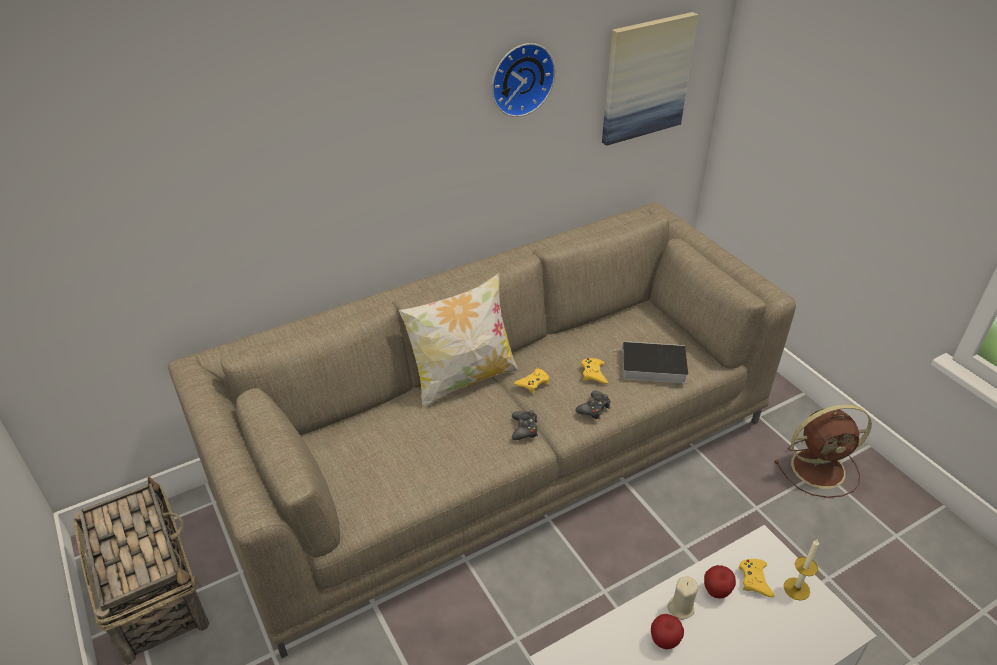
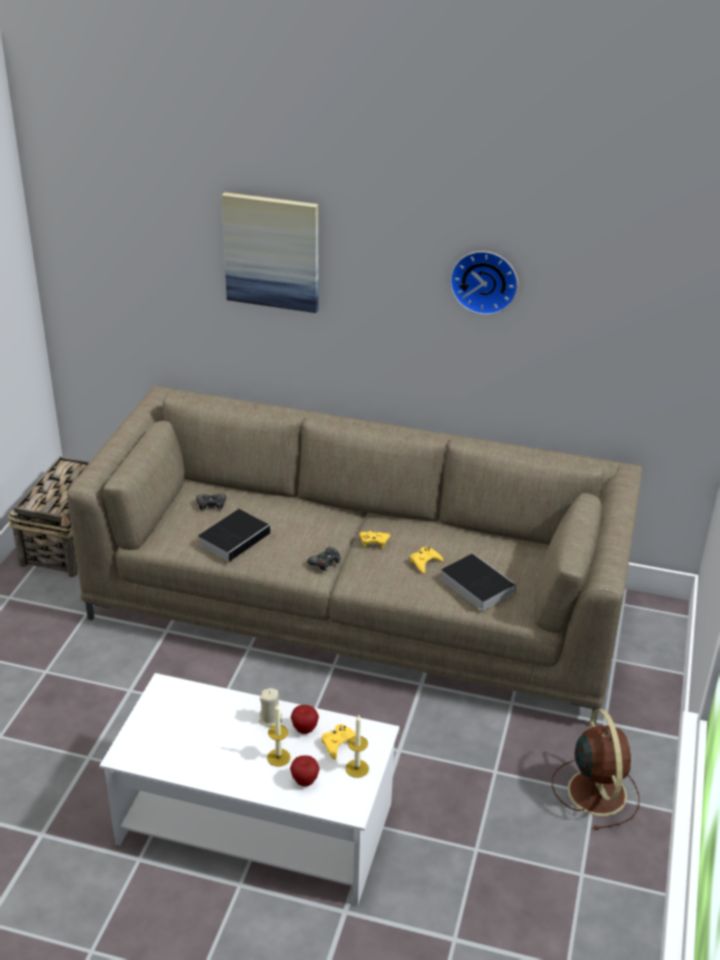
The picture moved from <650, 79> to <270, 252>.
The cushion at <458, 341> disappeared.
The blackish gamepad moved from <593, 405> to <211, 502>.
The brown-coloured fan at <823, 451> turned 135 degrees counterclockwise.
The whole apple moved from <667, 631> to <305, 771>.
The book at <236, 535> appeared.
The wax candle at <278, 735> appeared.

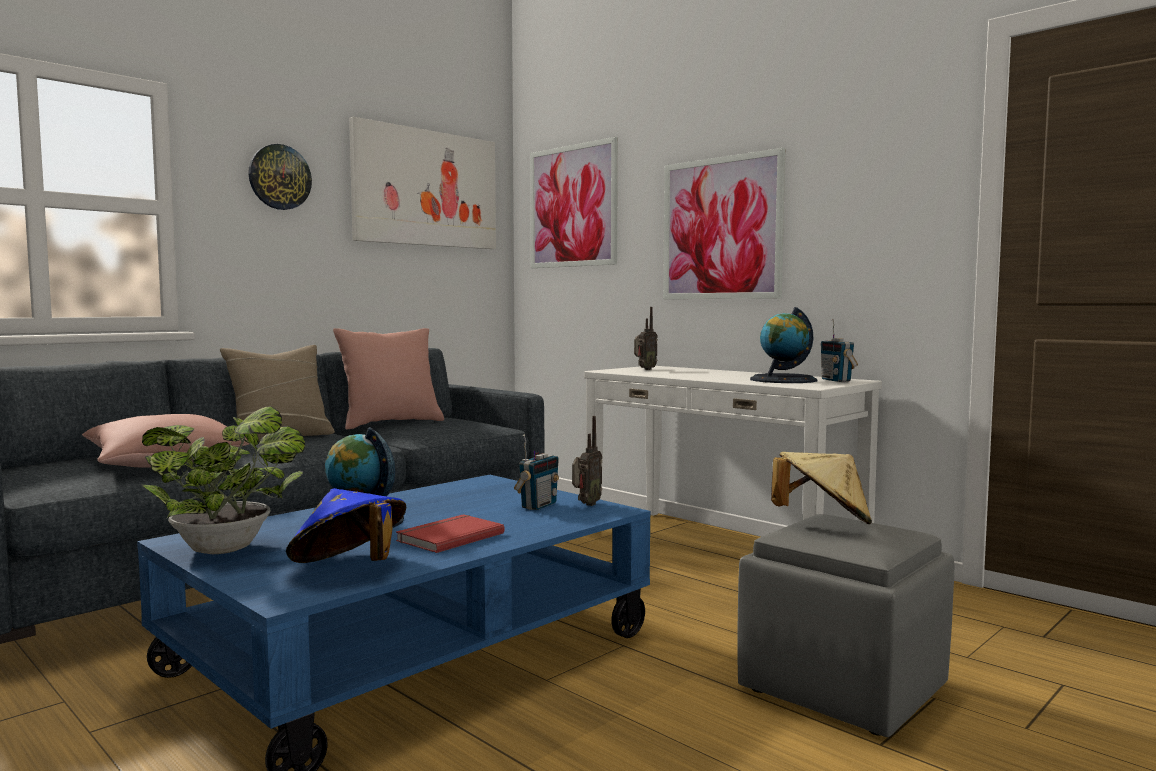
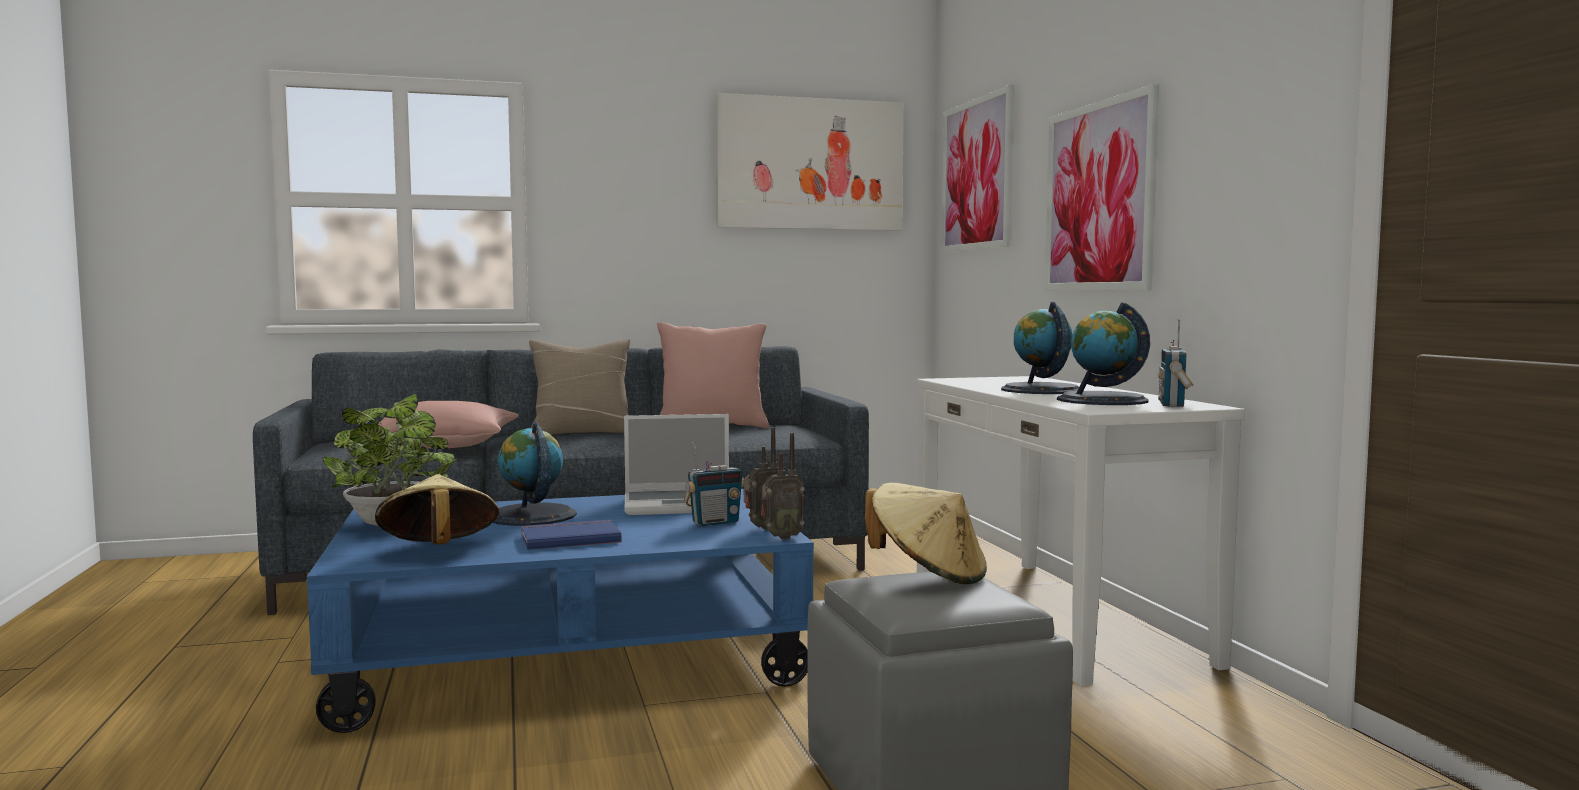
The clock on the wall at <280, 177> disappeared.
The radio moved from <646, 338> to <783, 486>.
The blue hat at <346, 525> became the beige hat at <437, 509>.
The red-coloured book at <450, 533> became the blue book at <571, 535>.
The desk globe at <1040, 348> appeared.
The laptop at <676, 464> appeared.

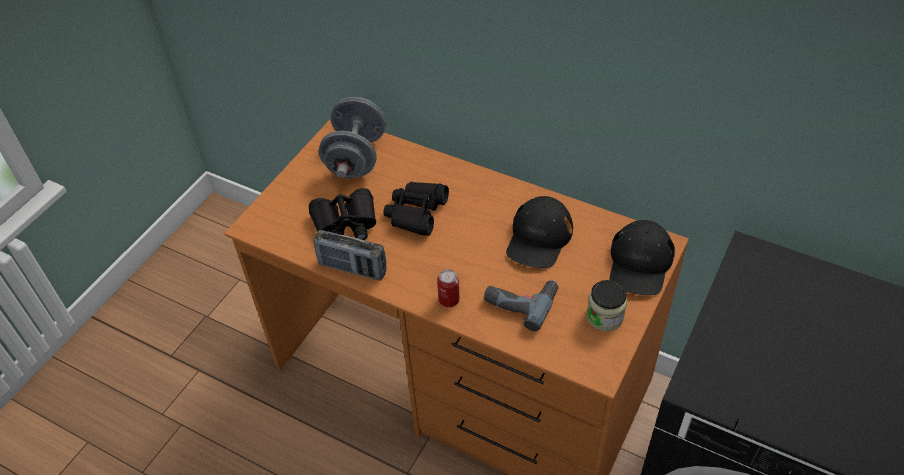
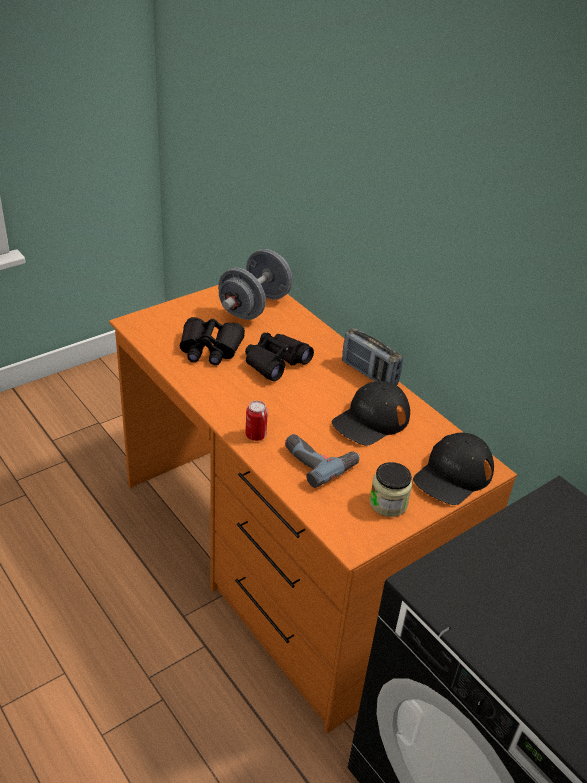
The radio moved from <350, 255> to <372, 356>.

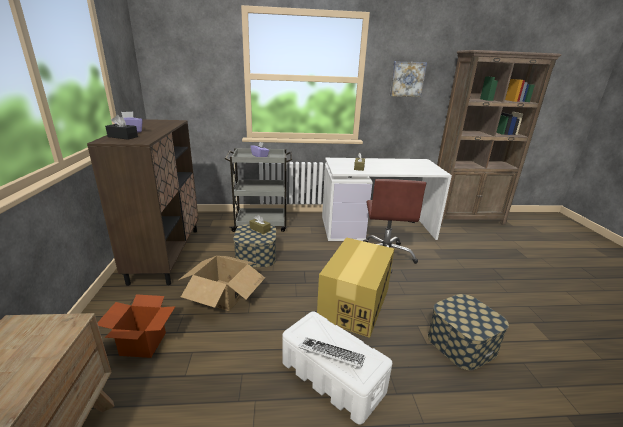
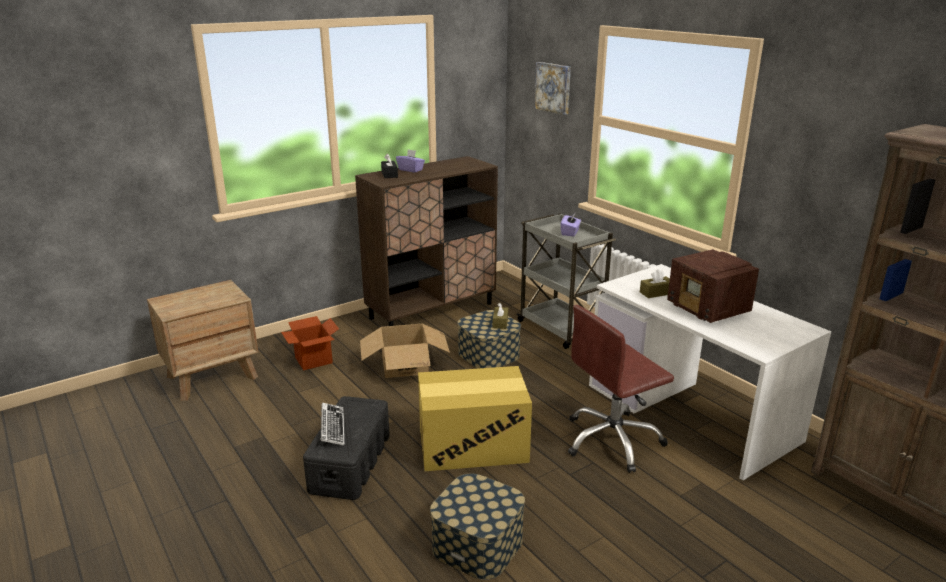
The picture moved from <408, 79> to <552, 88>.
The white storage box at <337, 368> became the blackish storage box at <346, 448>.
The radio at <713, 286> appeared.

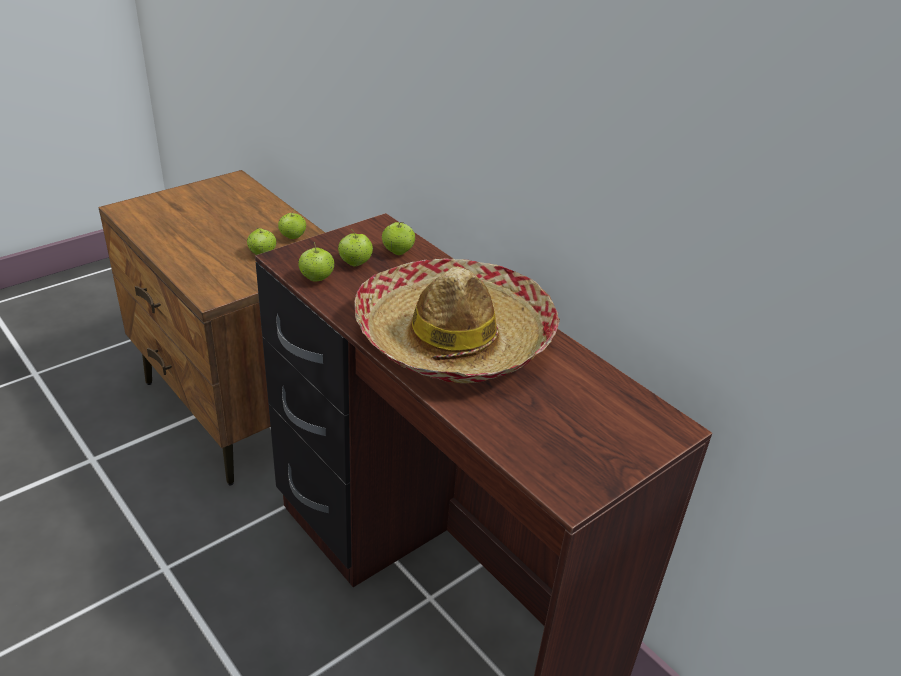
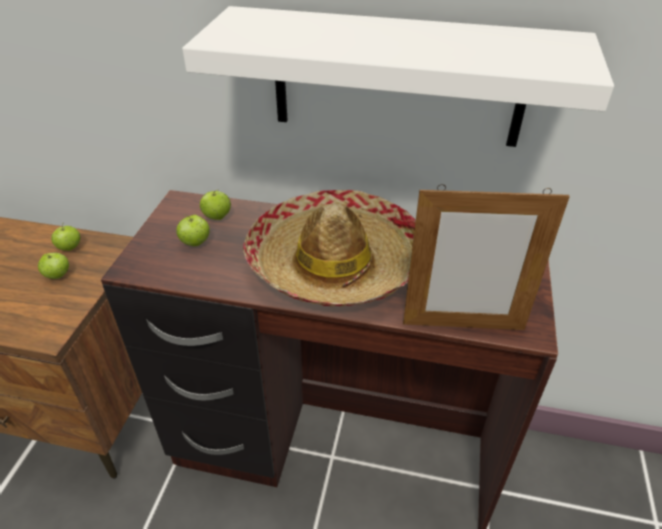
The whole apple at <316, 261> disappeared.
The white wall shelf at <398, 76> appeared.
The picture frame at <486, 257> appeared.

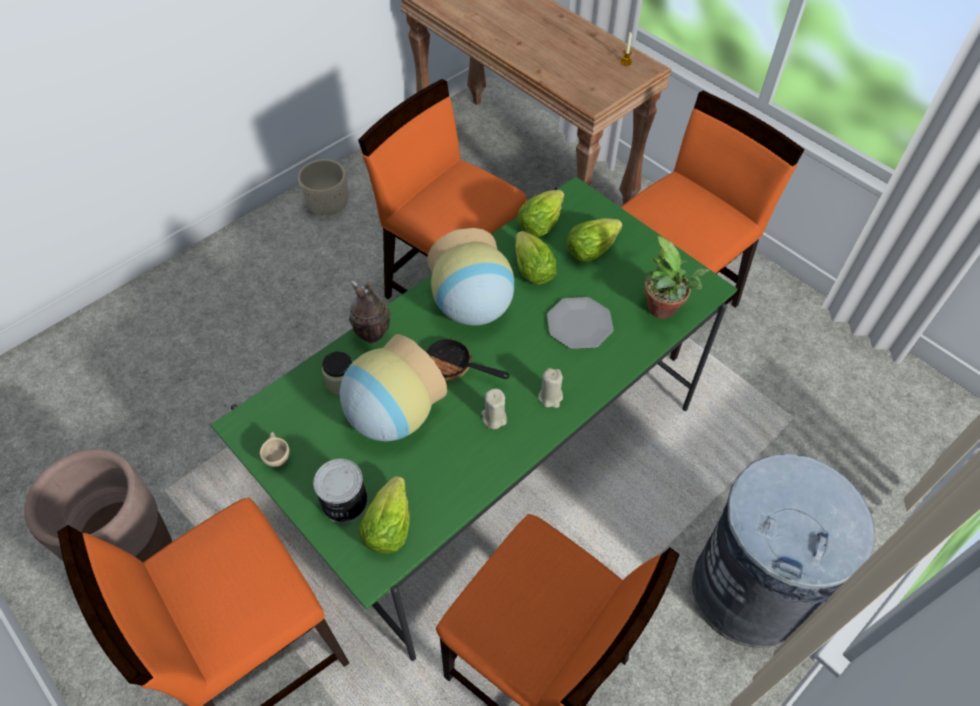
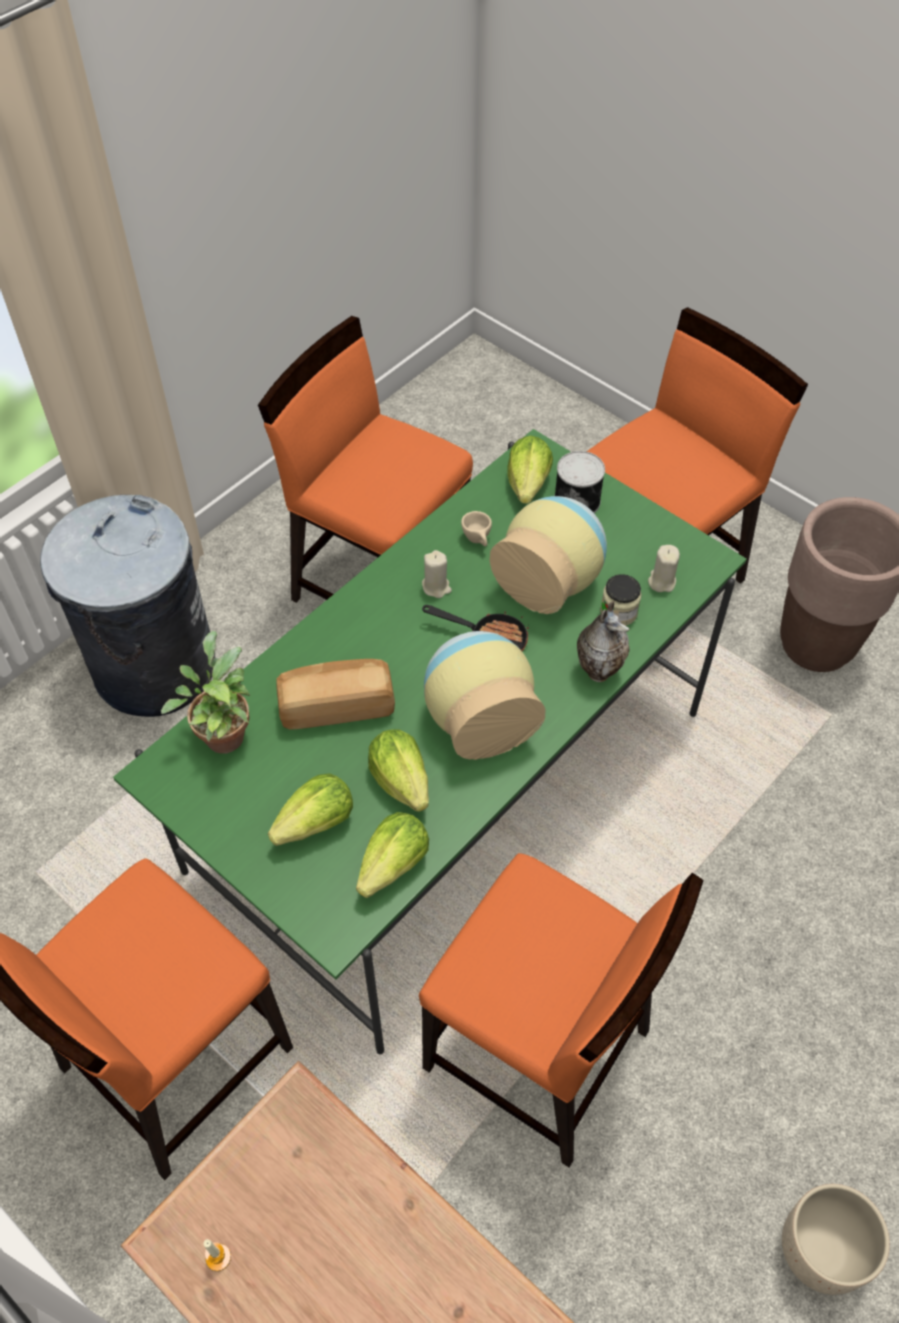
The flat dish at <580, 323> was replaced by the bakery bread at <336, 694>.
The beige wax candle moved from <550, 388> to <664, 568>.
The beige cup moved from <274, 449> to <476, 528>.

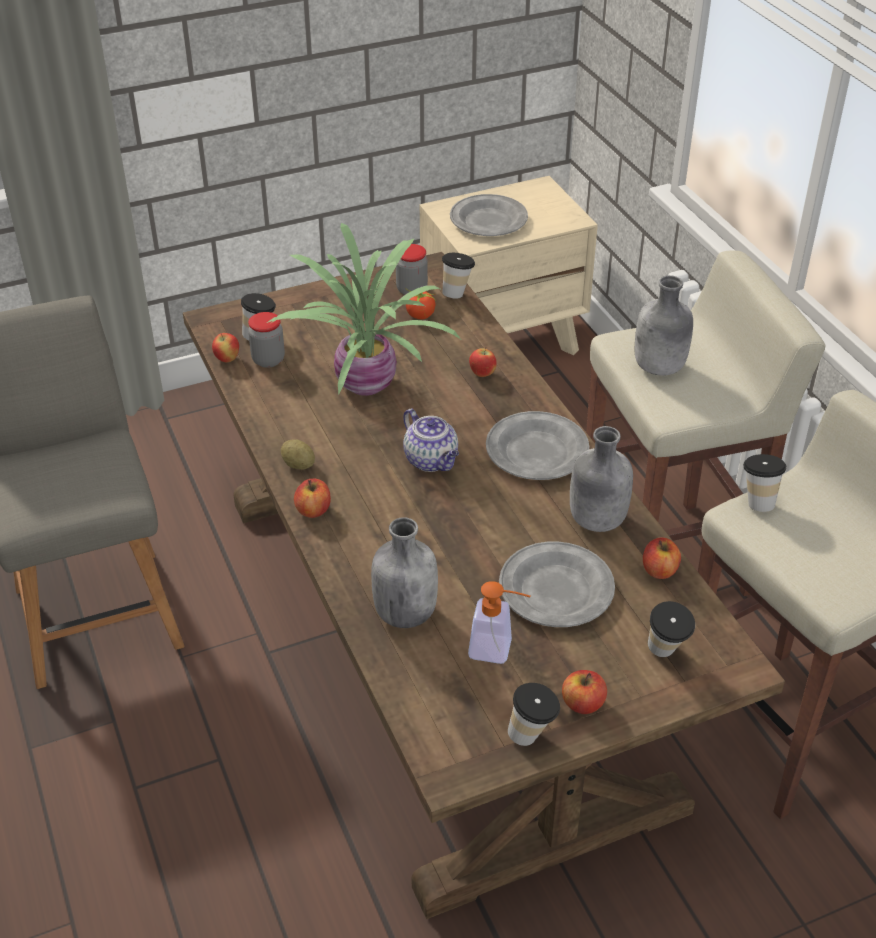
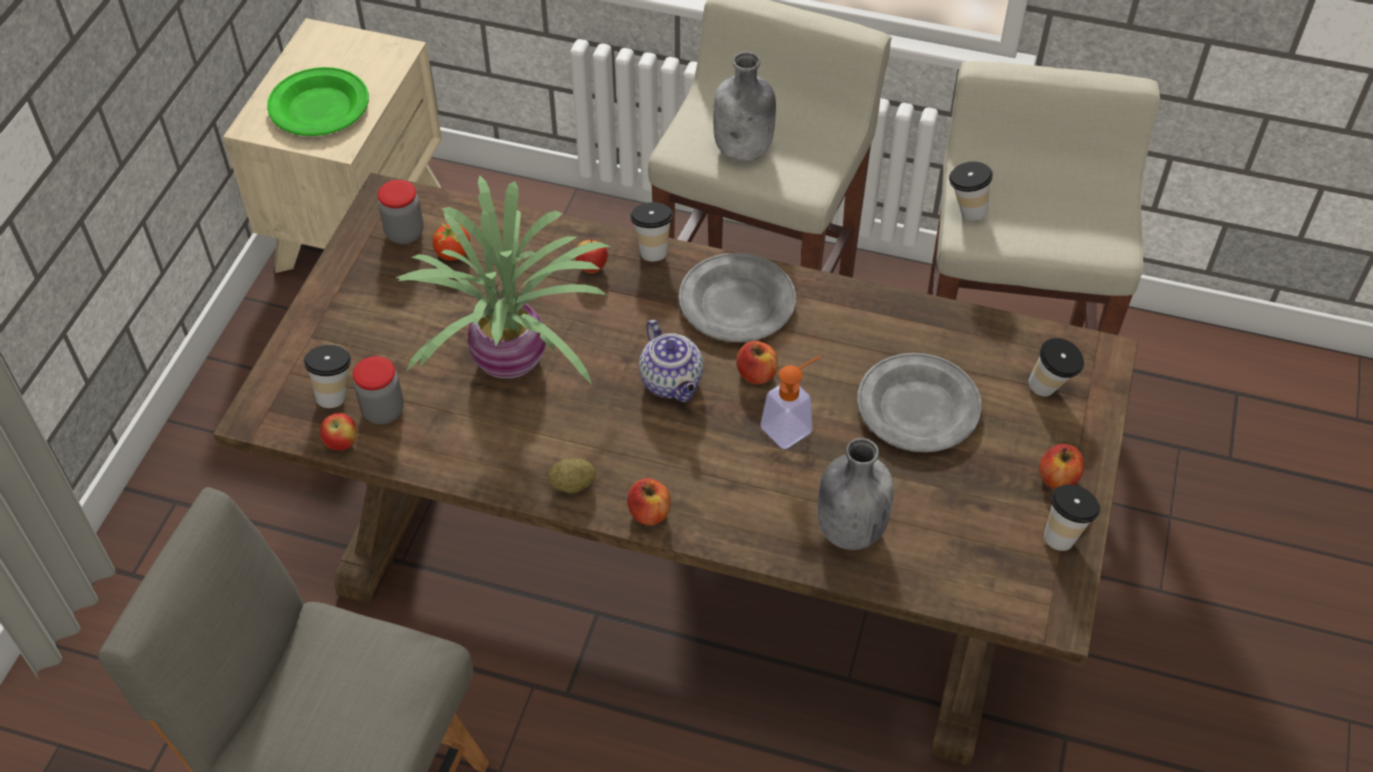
The grey flat dish at <489, 215> became the green-coloured flat dish at <318, 101>.
The cup moved from <458, 275> to <651, 231>.
The pot for tea at <431, 440> turned 60 degrees clockwise.
The grey bottle at <601, 479> disappeared.
The whole apple moved from <662, 558> to <757, 362>.
The liquid soap bottle moved from <499, 622> to <790, 402>.

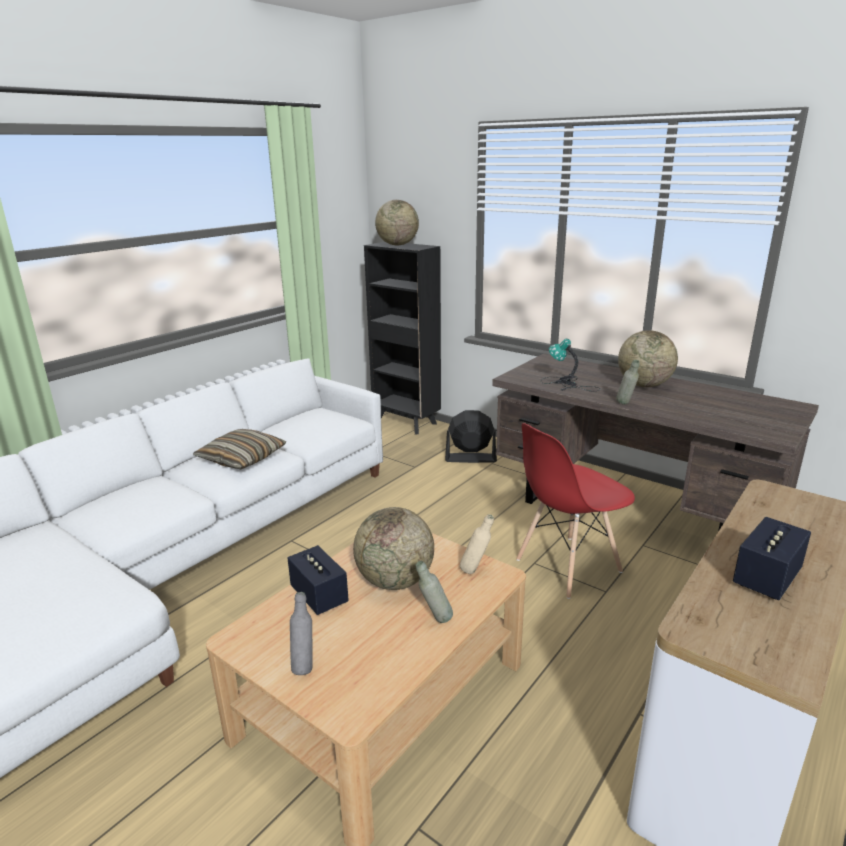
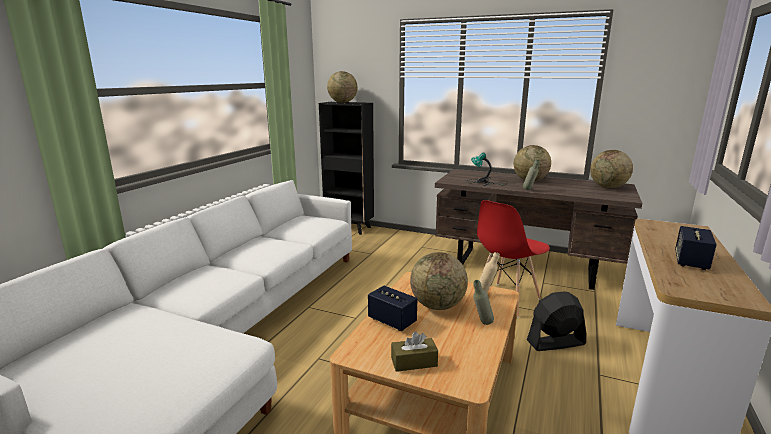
The blackish fan moved from <471, 436> to <556, 321>.
The cushion at <240, 449> disappeared.
The grey bottle at <301, 633> was replaced by the brown-coloured box of tissues at <414, 352>.
The desk globe at <611, 169> appeared.

